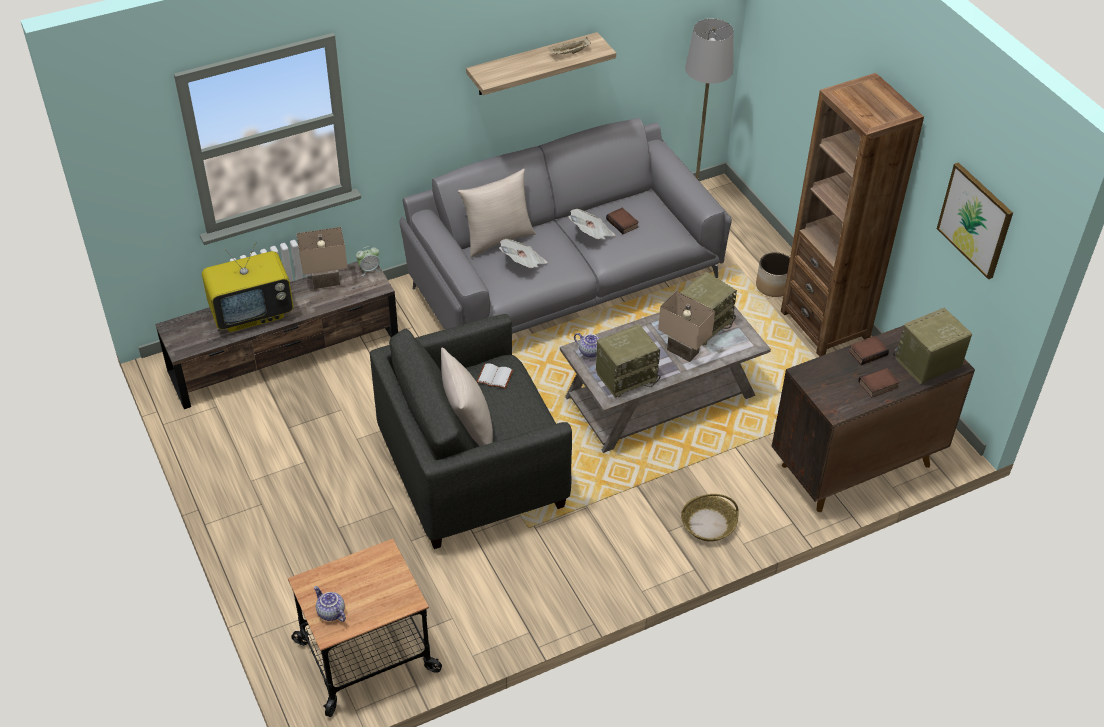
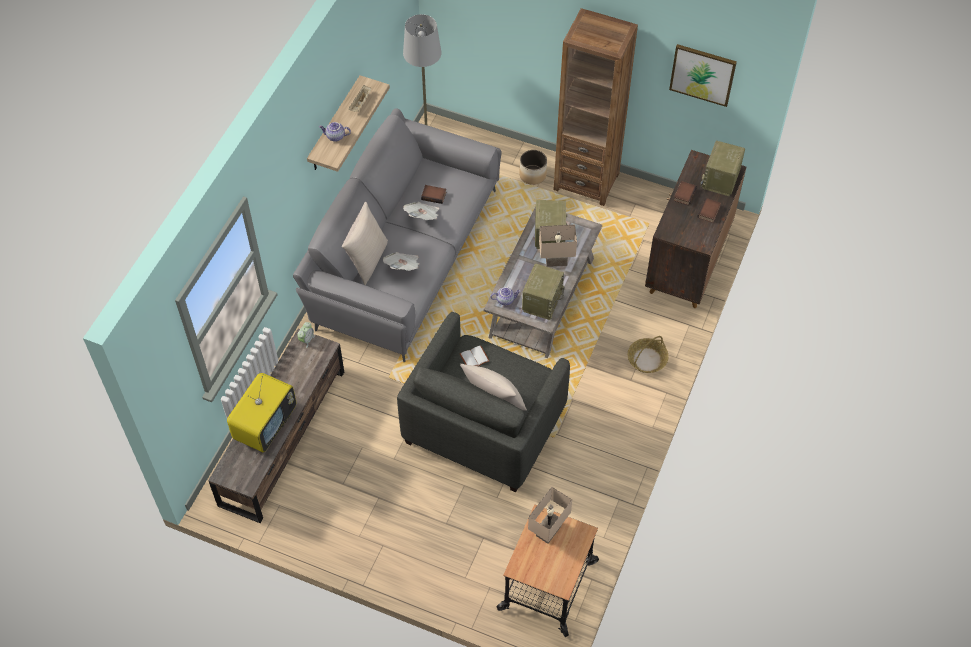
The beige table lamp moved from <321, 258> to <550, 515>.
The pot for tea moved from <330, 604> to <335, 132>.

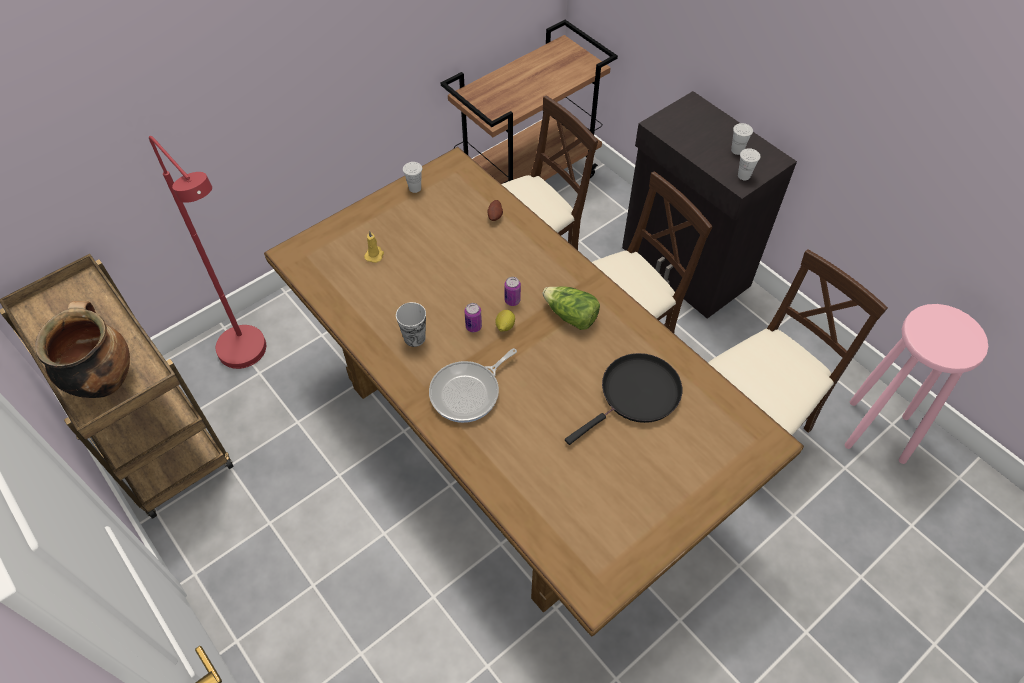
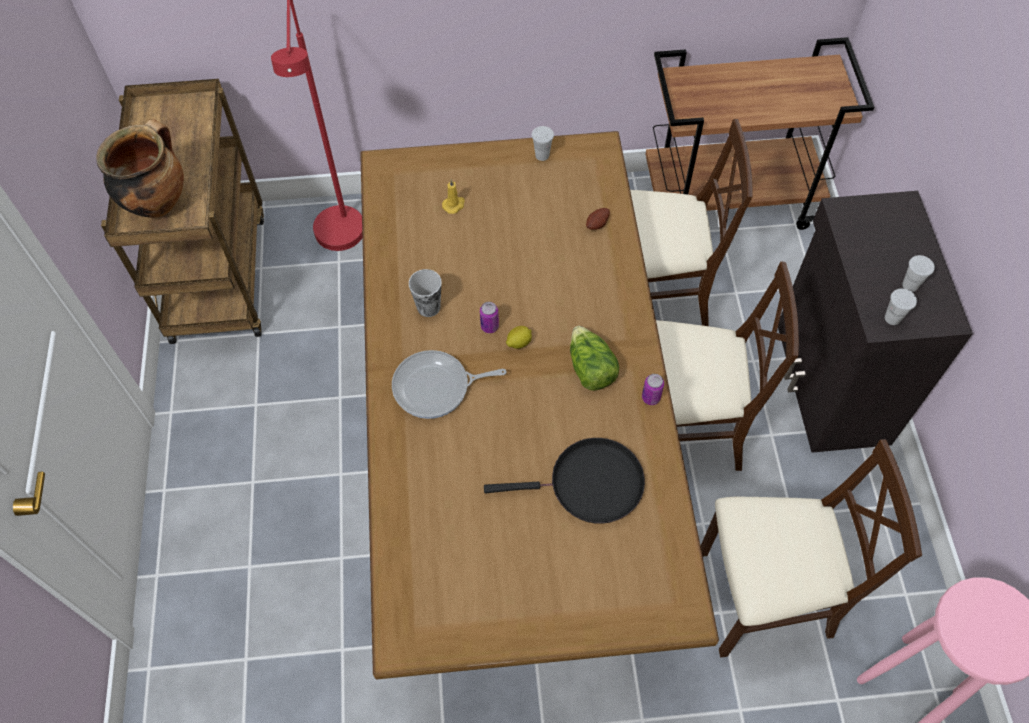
The sealed can moved from <512, 291> to <653, 389>.

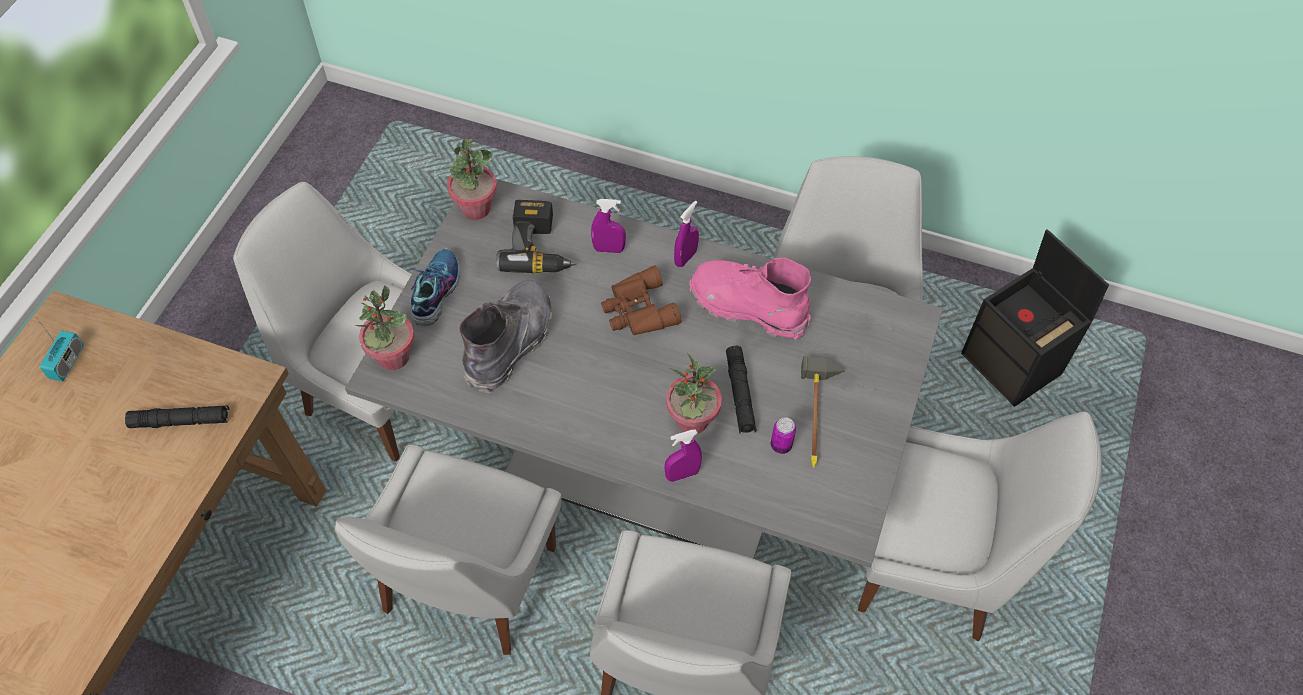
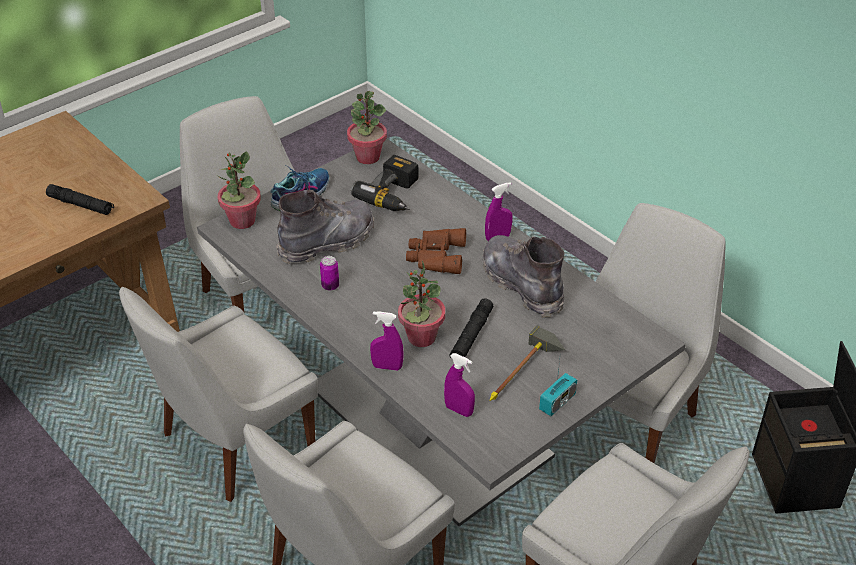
The purple-coloured hand sprayer moved from <608, 226> to <459, 385>.
The pinkish tall boot at <750, 299> became the grey tall boot at <523, 276>.
The radio moved from <59, 349> to <558, 383>.
The sealed can moved from <783, 435> to <329, 273>.

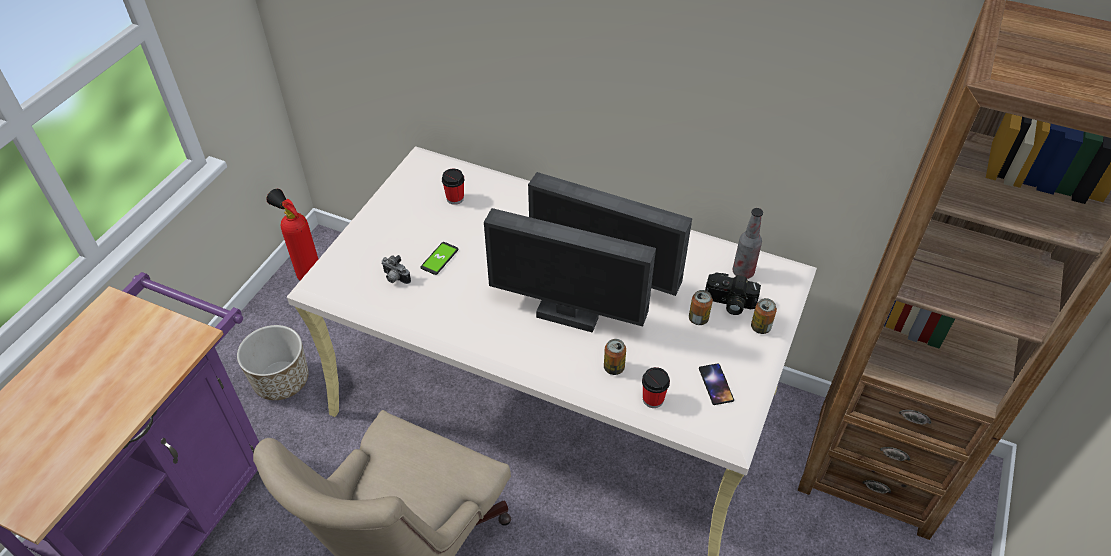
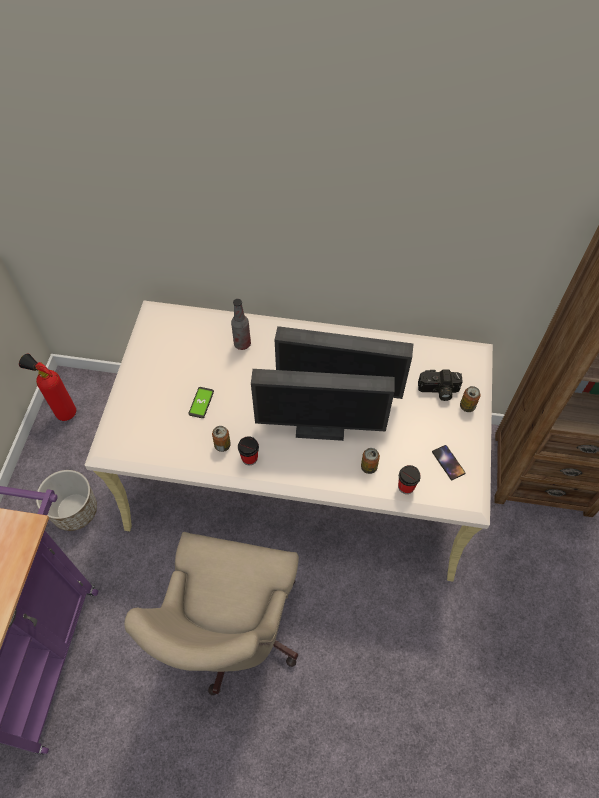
The cup moved from <453, 187> to <248, 450>.
The bottle moved from <748, 243> to <241, 324>.
The photo camera at <396, 269> disappeared.
The sealed can moved from <701, 307> to <221, 439>.

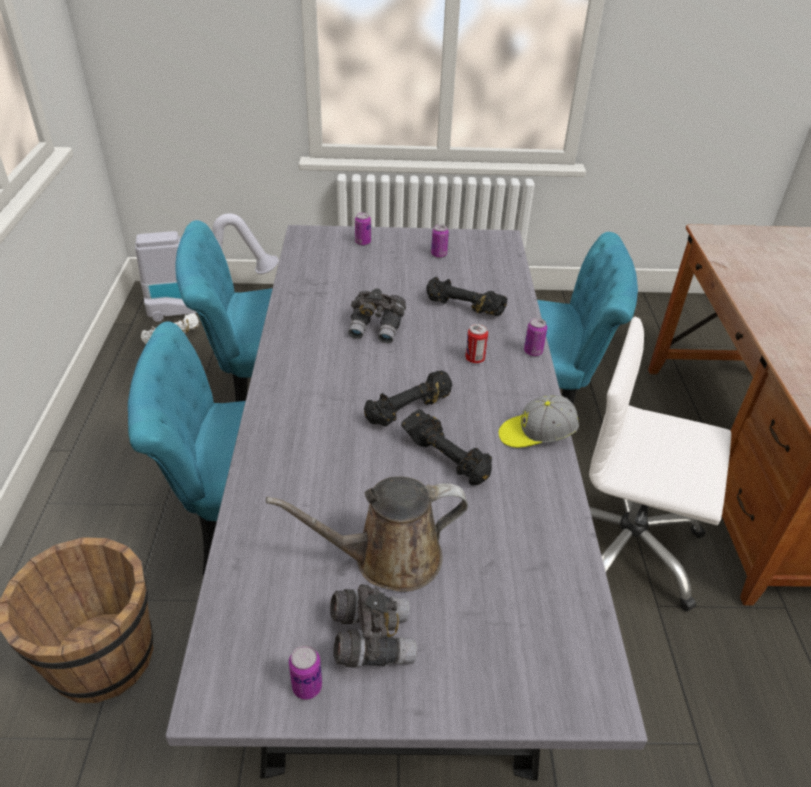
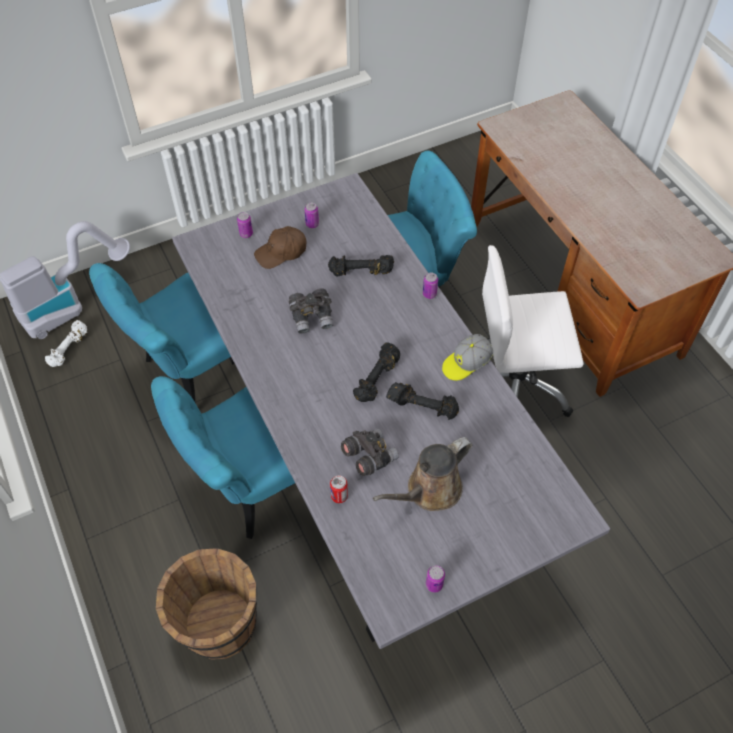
The sealed can moved from <476, 343> to <339, 489>.
The grey pair of binoculars moved from <373, 626> to <369, 452>.
The brown-coloured peaked cap at <280, 247> appeared.

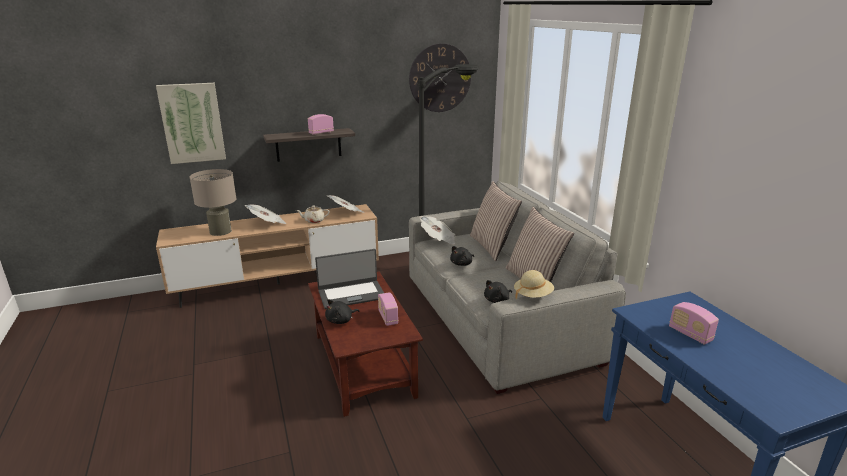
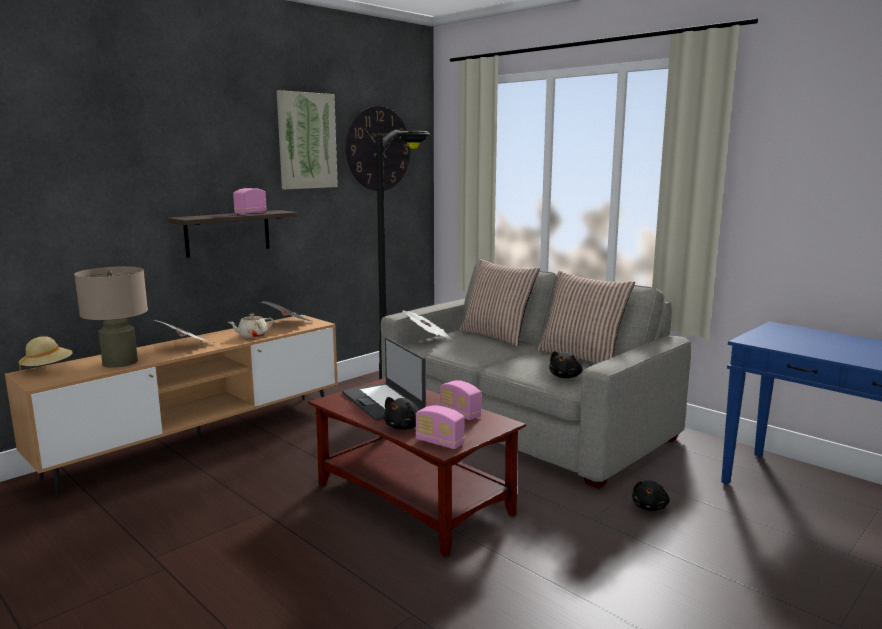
The picture moved from <191, 123> to <307, 139>.
The blackish soft toy moved from <462, 256> to <651, 496>.
The laptop at <349, 279> turned 105 degrees clockwise.
The beige hat moved from <534, 284> to <46, 354>.
The radio moved from <694, 323> to <440, 427>.

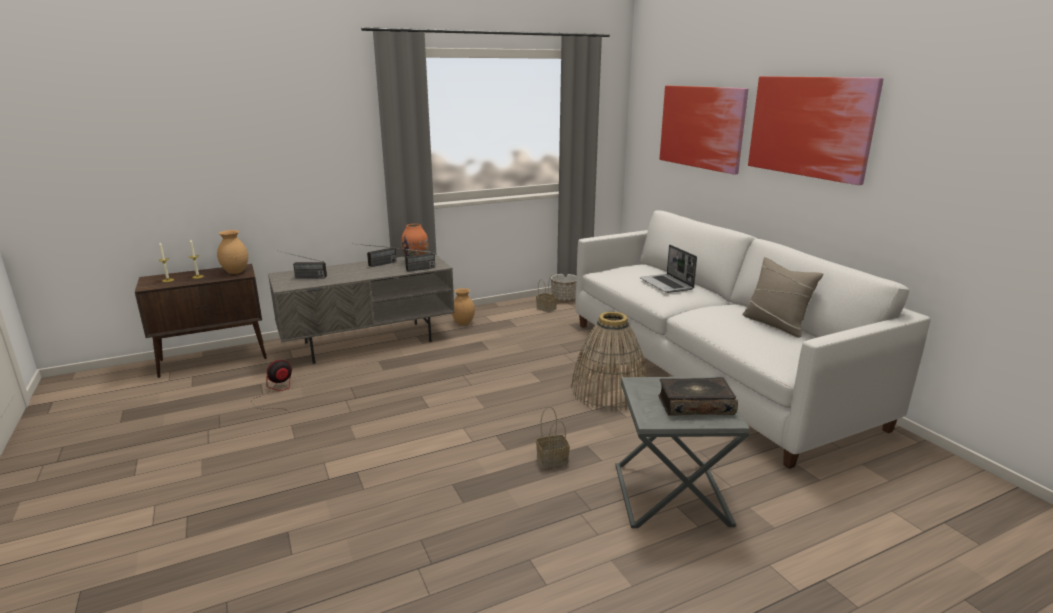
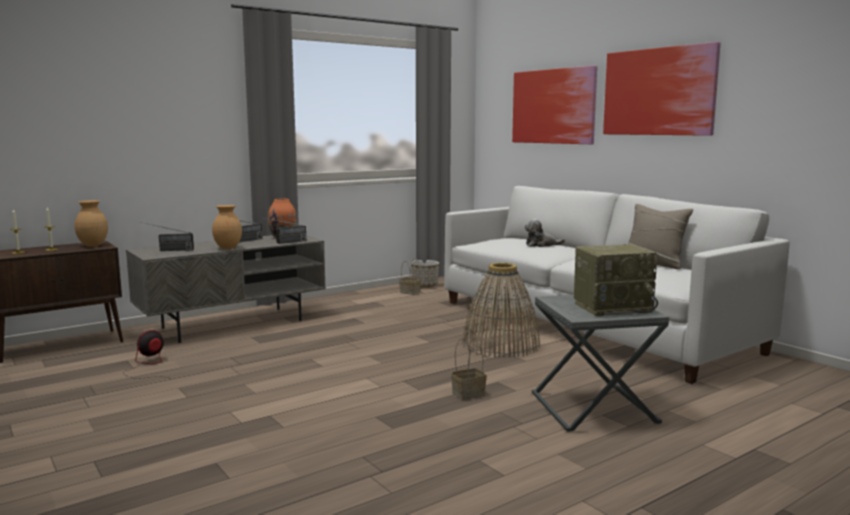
The laptop at <668, 269> was replaced by the soft toy at <544, 233>.
The brown-coloured flower vase moved from <463, 306> to <227, 227>.
The book at <698, 396> was replaced by the radio at <616, 280>.

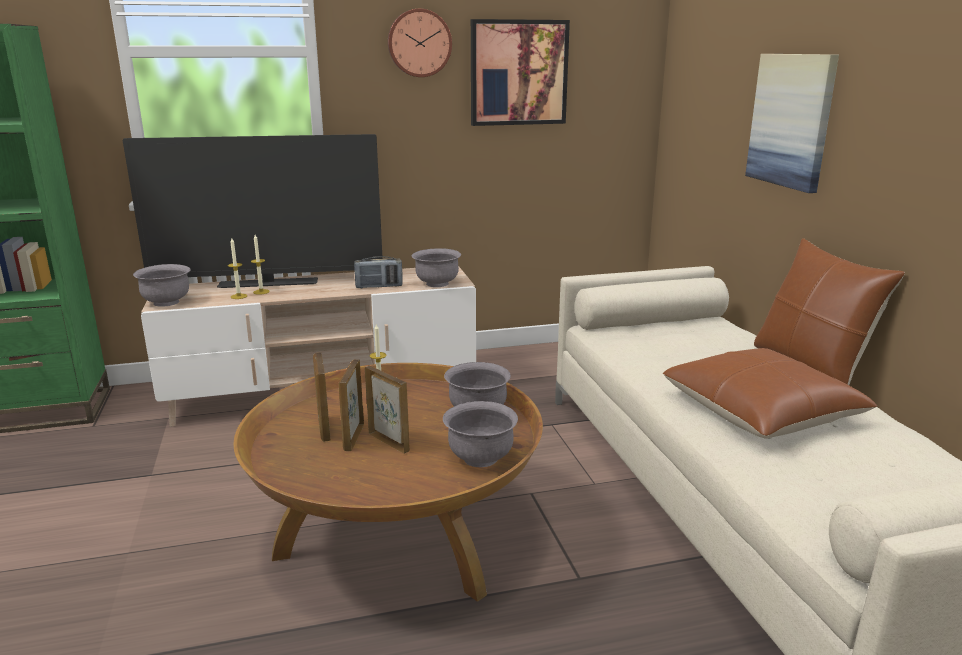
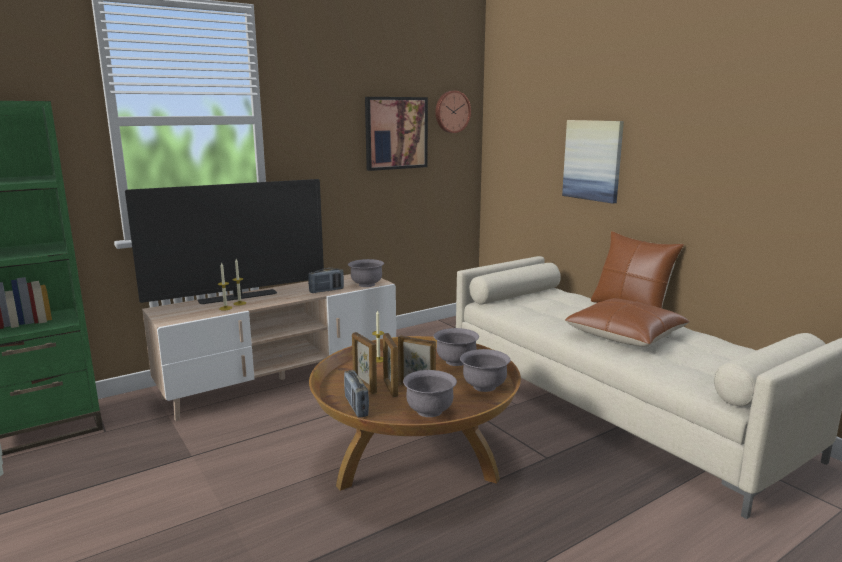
The clock on the wall moved from <420, 42> to <453, 112>.
The grey bowl moved from <162, 285> to <430, 393>.
The radio at <356, 393> appeared.

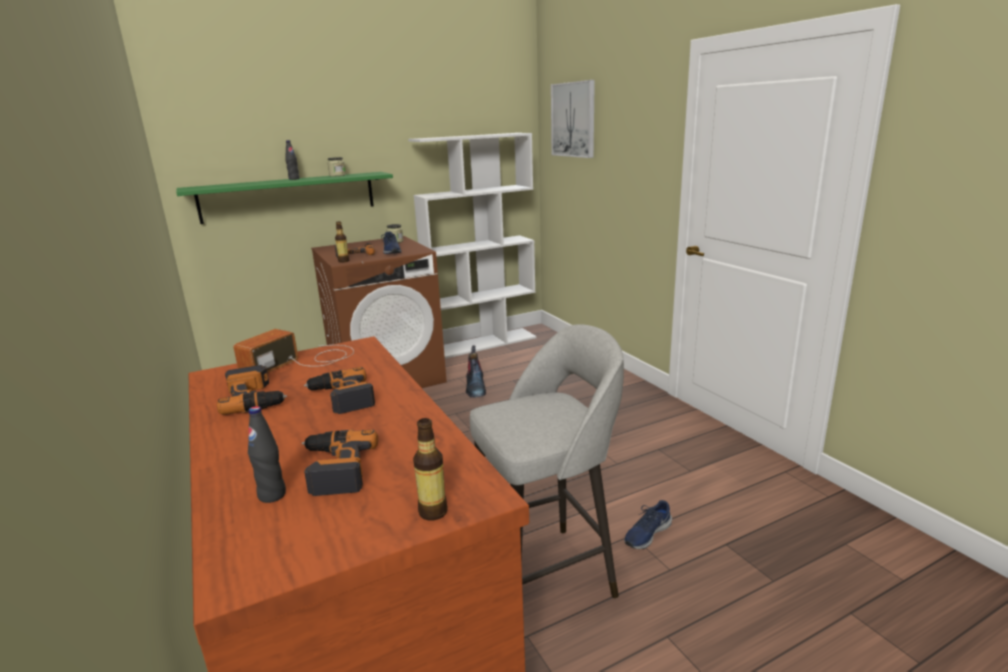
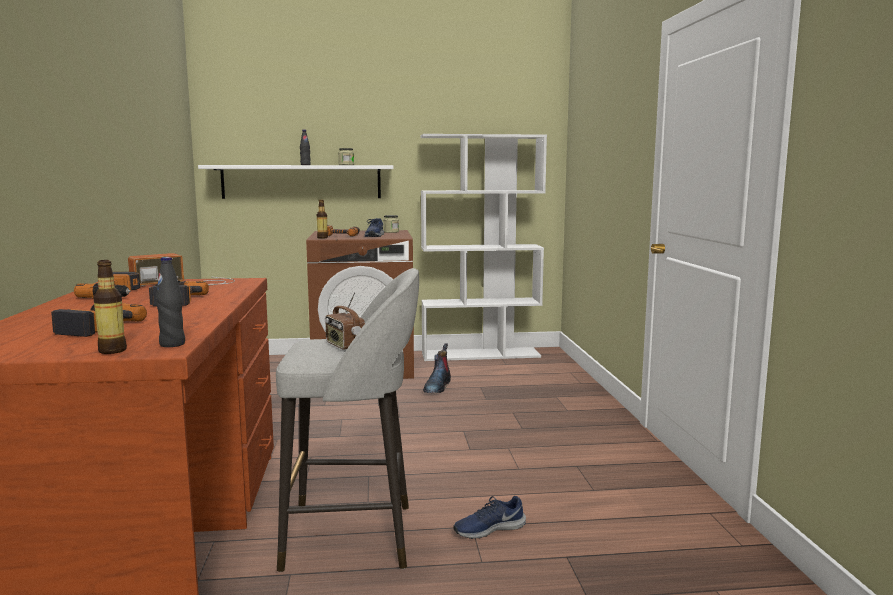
The picture at <573, 119> disappeared.
The green-coloured wall shelf at <284, 198> became the white wall shelf at <295, 182>.
The blackish bottle moved from <267, 454> to <170, 302>.
The radio at <345, 321> appeared.

